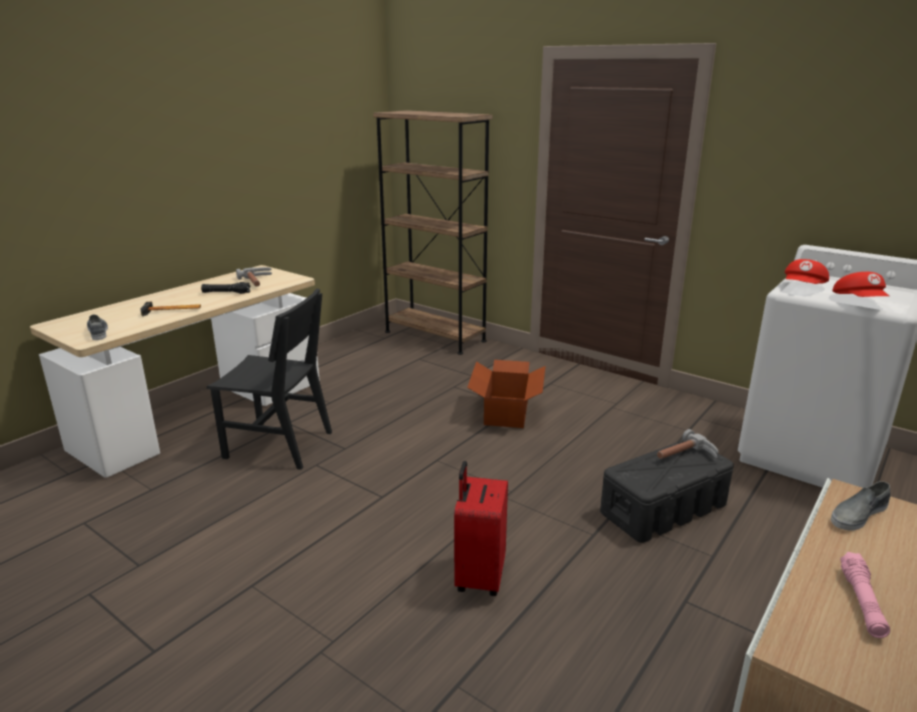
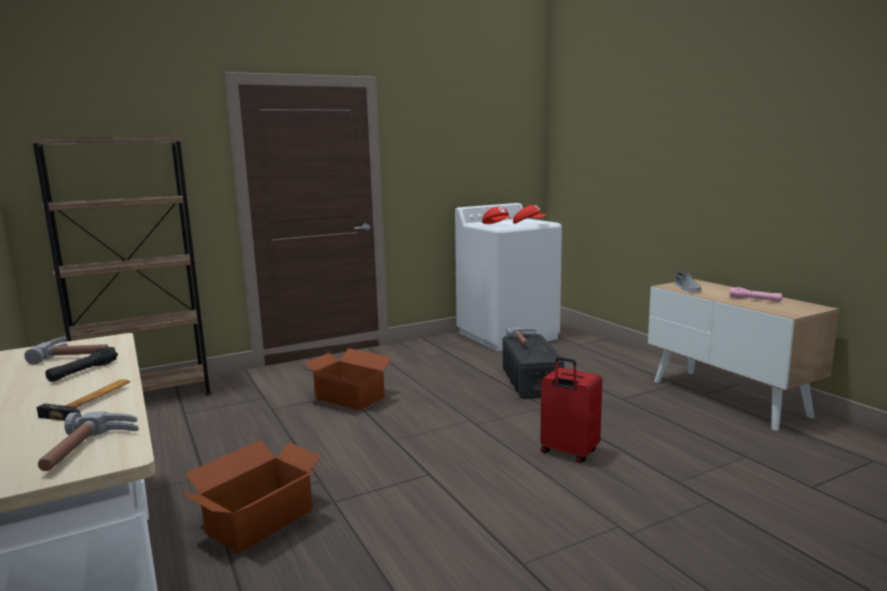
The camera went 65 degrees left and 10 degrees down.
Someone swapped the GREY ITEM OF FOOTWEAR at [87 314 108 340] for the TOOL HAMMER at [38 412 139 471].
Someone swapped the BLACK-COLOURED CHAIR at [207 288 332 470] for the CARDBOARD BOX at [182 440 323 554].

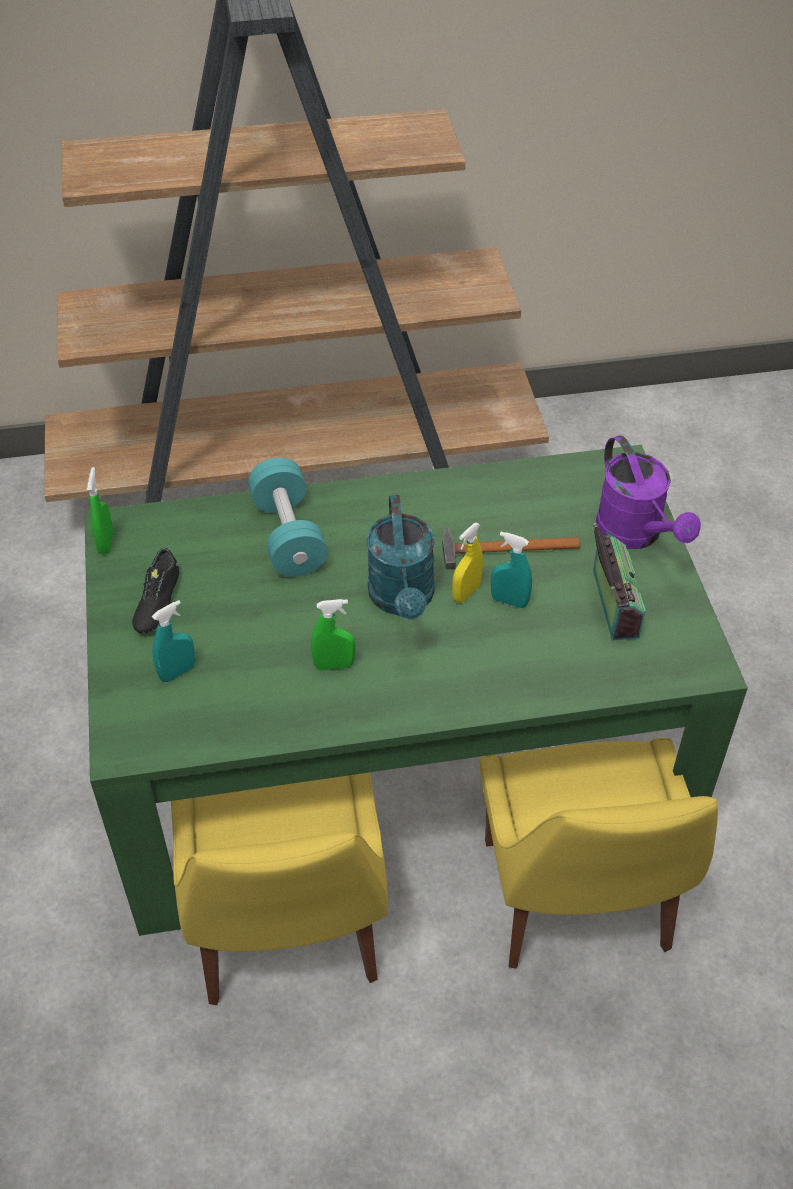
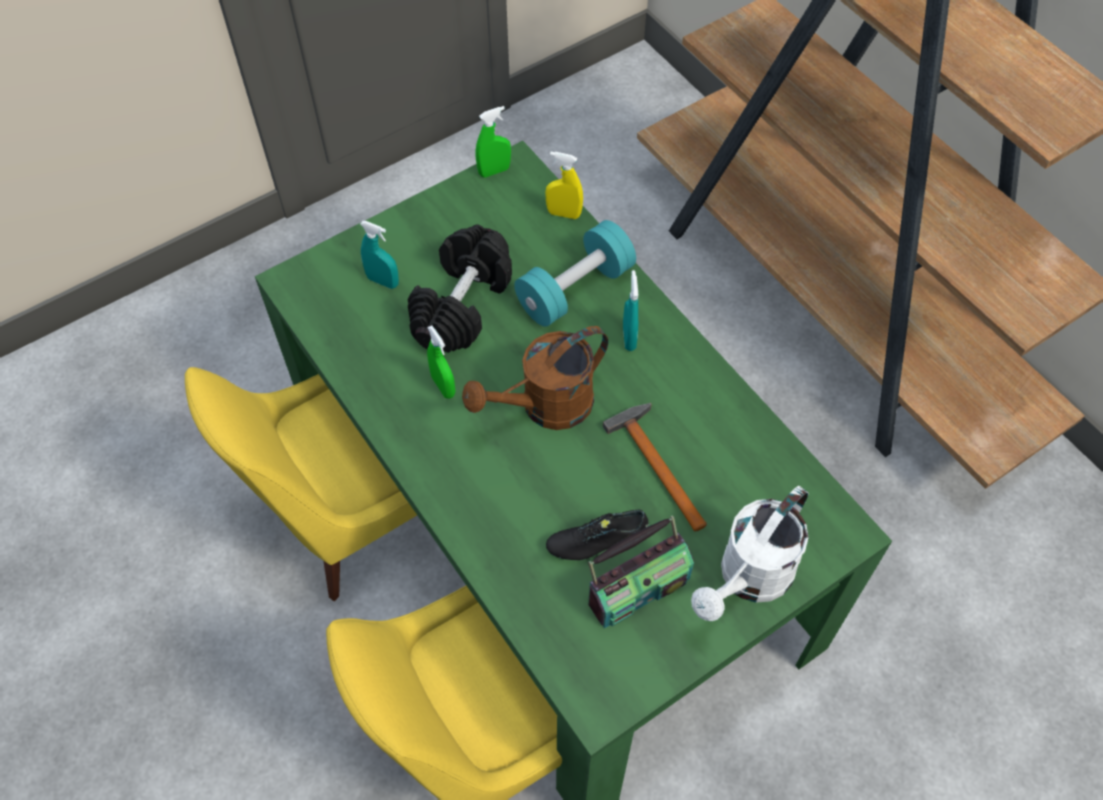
The camera went 65 degrees right and 10 degrees up.
Someone carried the BLACK-COLOURED ITEM OF FOOTWEAR from [132 548 179 633] to [546 510 648 560].
Someone repainted the BLUE-GREEN SPRINKLING CAN at [367 495 435 620], which became the BROWN SPRINKLING CAN at [462 326 608 430].
Someone carried the YELLOWISH SPRAYER from [452 523 483 603] to [545 152 583 219].
Someone carried the BLUE-GREEN SPRAYER from [491 532 532 608] to [623 270 638 351].
Someone repainted the PURPLISH SPRINKLING CAN at [596 435 701 549], which became the WHITISH SPRINKLING CAN at [691 486 809 621].
Someone put down the BLACK-COLOURED FREE WEIGHT at [407 224 512 353].

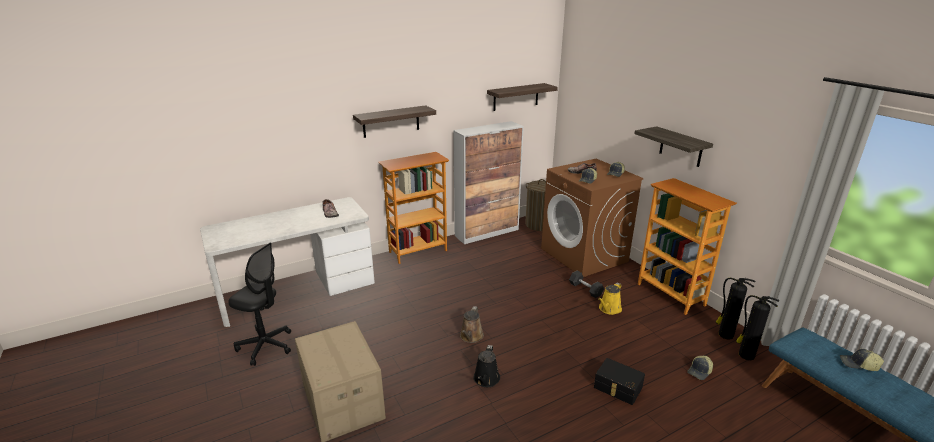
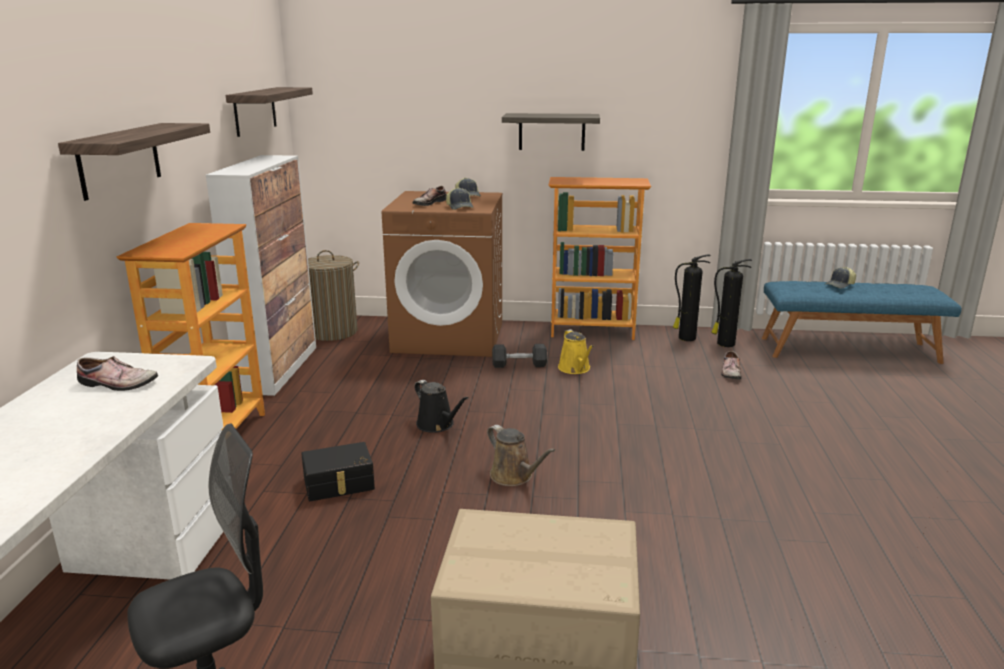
The camera went 55 degrees left and 5 degrees down.
Someone carried the BLACK-COLOURED SPRINKLING CAN from [473 345 500 387] to [414 380 469 433].
Someone carried the BLACK-COLOURED STORAGE BOX from [594 358 645 405] to [301 442 375 501].
Someone swapped the BASEBALL CAP at [687 356 713 380] for the ITEM OF FOOTWEAR at [721 351 741 379].

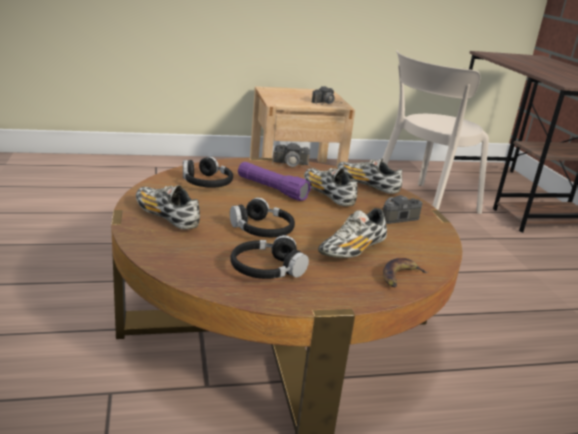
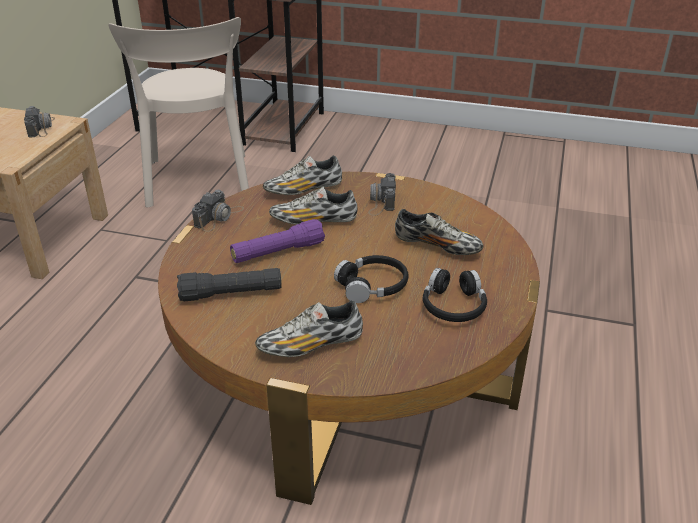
The camera went 60 degrees left and 10 degrees up.
Someone swapped the BLACK-COLOURED HEADSET at [183 157 233 188] for the BLACK-COLOURED FLASHLIGHT at [177 268 282 301].
Someone rotated the ITEM OF FOOTWEAR at [318 208 387 258] by 45 degrees counterclockwise.
Someone took away the BANANA at [383 258 429 287].

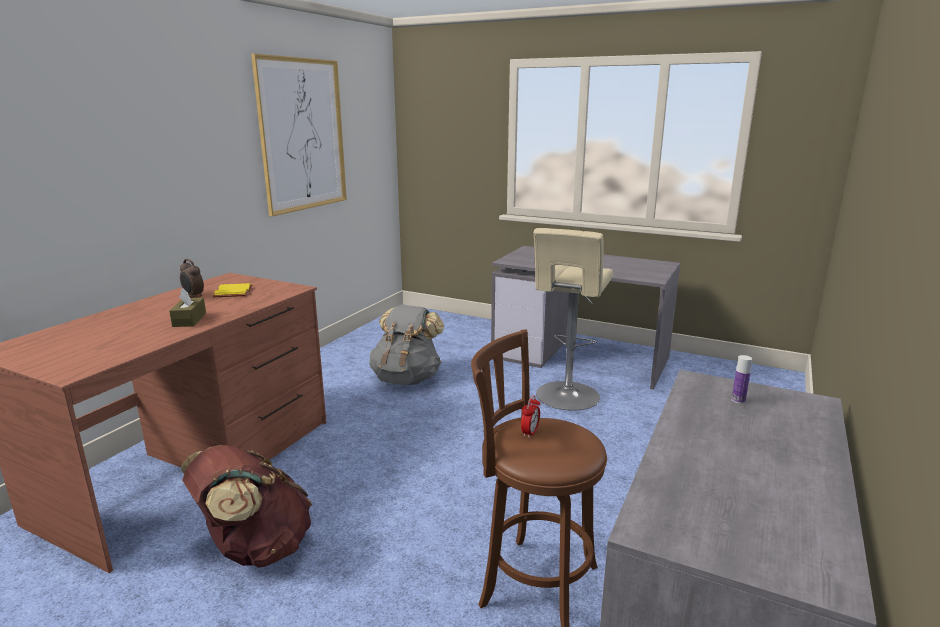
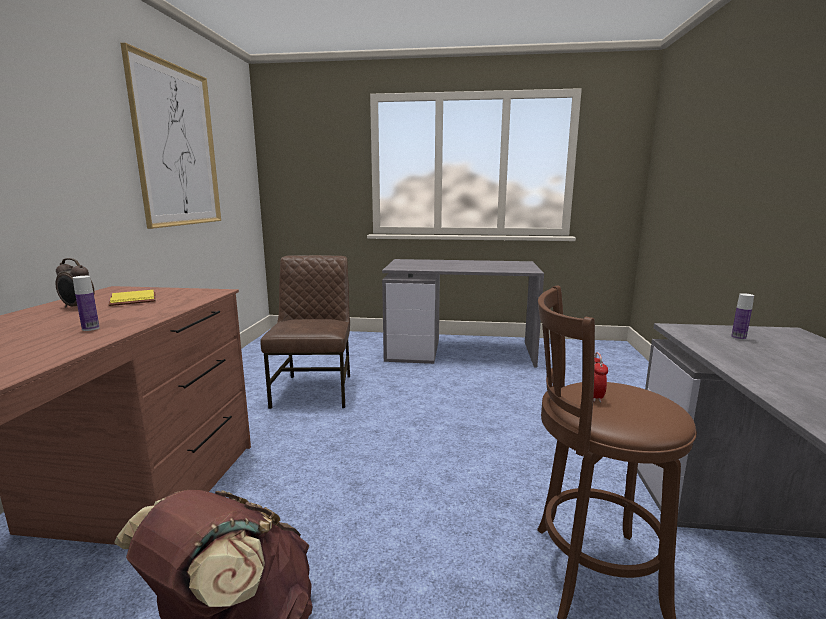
The camera went 20 degrees left and 5 degrees down.
Someone swapped the BROWN TISSUE BOX at [169 288 206 327] for the BOTTLE at [73 276 100 331].
Someone swapped the GREY KNAPSACK at [369 305 444 385] for the BROWN CHAIR at [260 255 350 409].
Someone took away the SAND-COLOURED SITTING STOOL at [533 228 613 411].

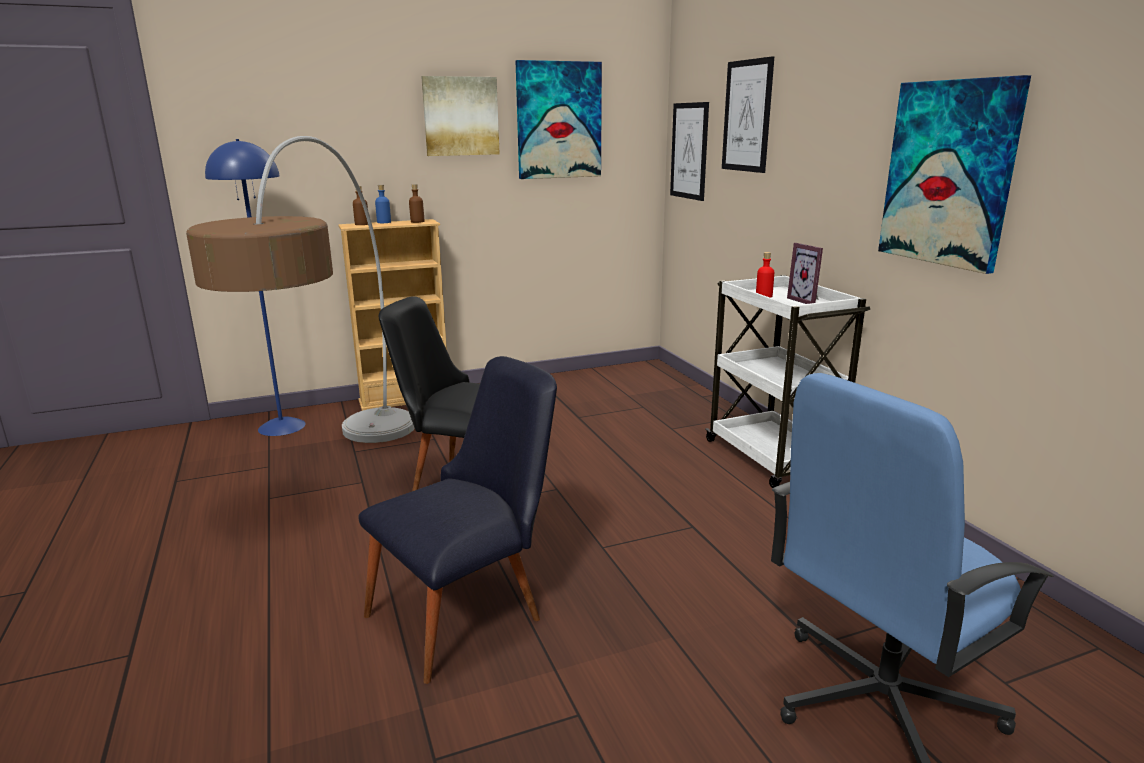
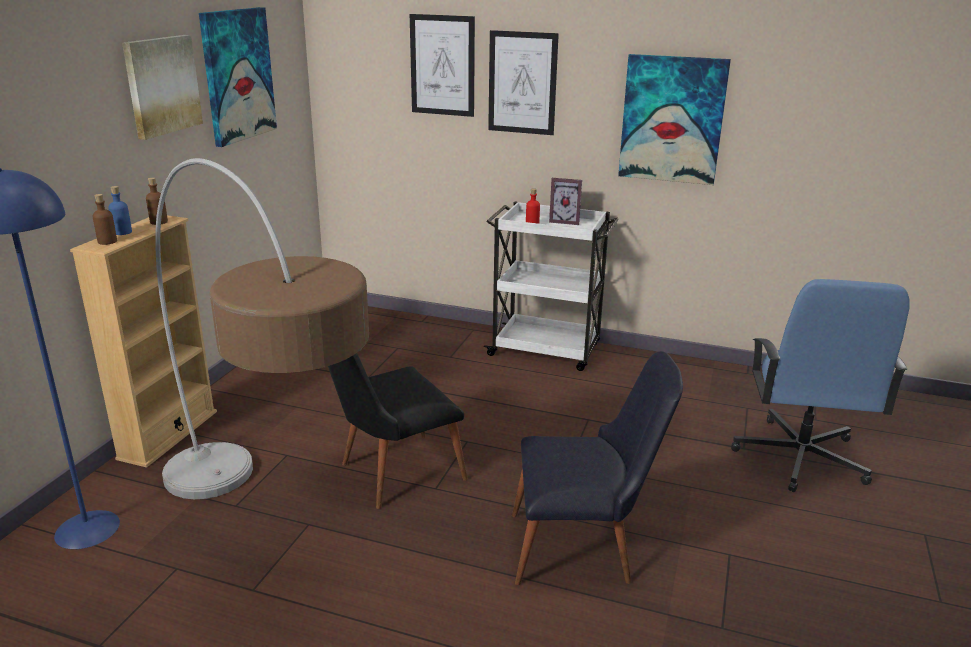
The camera went 50 degrees left and 5 degrees up.
Someone rotated the BLACK-COLOURED CHAIR at [358 356 557 684] by 90 degrees clockwise.
Someone carried the PICTURE from [670 102 709 201] to [488 30 559 135].

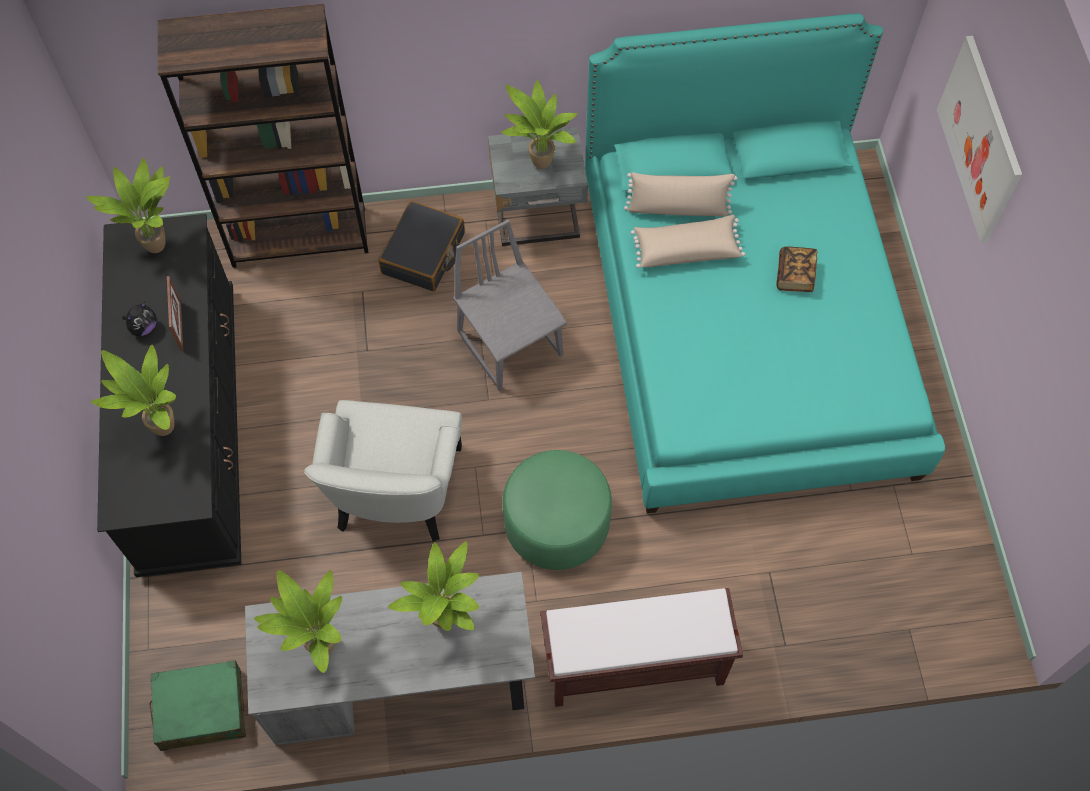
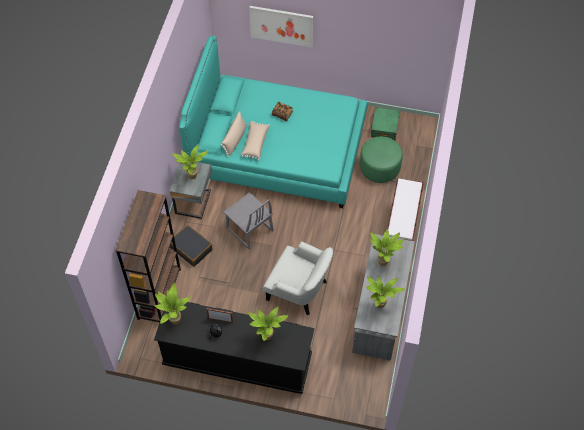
The camera went 70 degrees left and 5 degrees down.
Someone carried the GREEN-COLOURED PIECE OF LUGGAGE from [150 660 246 751] to [371 107 400 140].
Someone rotated the GREY CHAIR at [453 219 567 391] by 120 degrees counterclockwise.
Someone carried the GREEN-COLOURED OTTOMAN from [503 450 612 570] to [360 136 403 183].

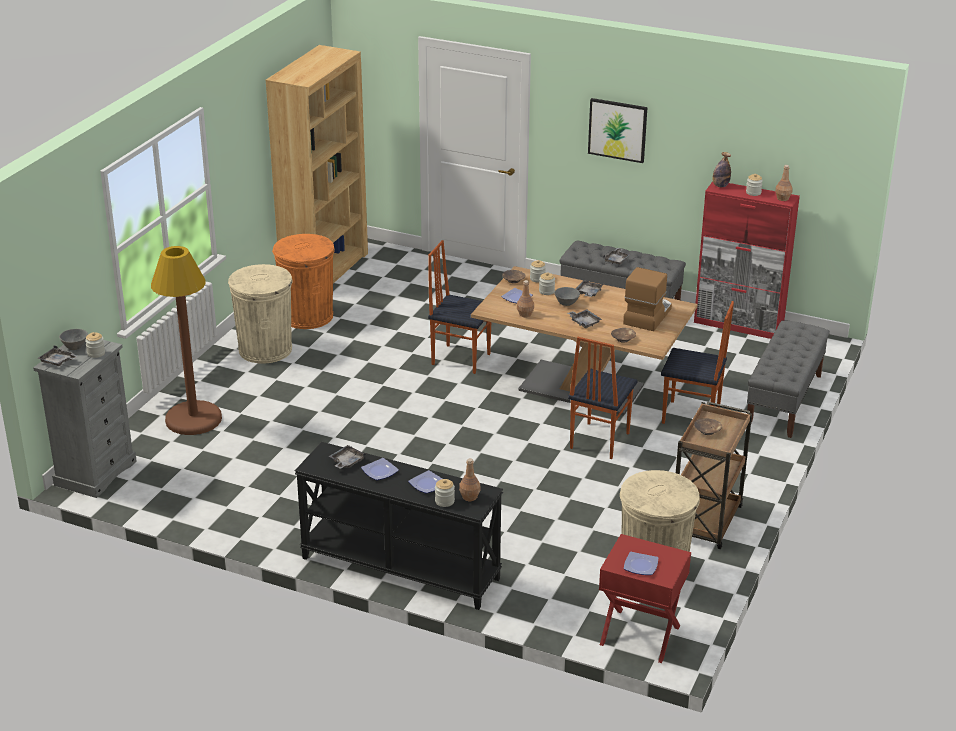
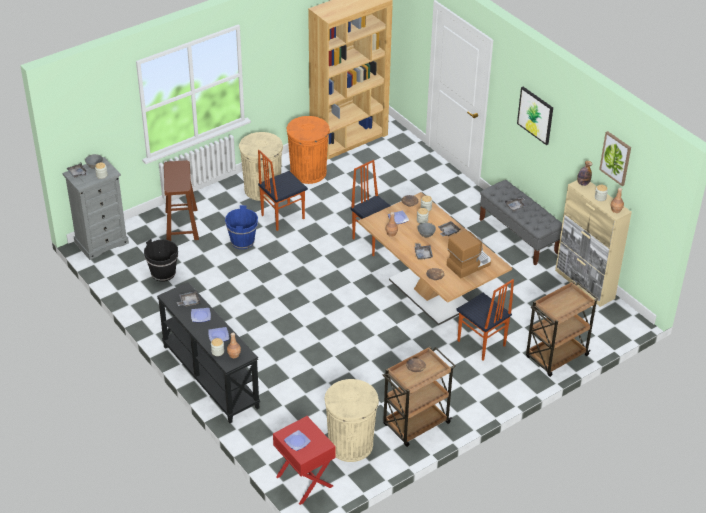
The camera went 30 degrees right and 10 degrees up.
Someone swapped the BROWN STANDING LAMP at [151 246 222 435] for the BROWN SITTING STOOL at [164 160 199 241].
Someone carried the CHAIR from [568 337 637 459] to [258 150 308 231].
Someone repainted the RED CABINET at [694 181 800 339], which became the SAND-COLOURED CABINET at [555 180 632 307].
Someone swapped the GREY INDOOR BENCH at [747 321 830 438] for the BROWN WHEELED CART at [526 281 599 377].
Someone put down the BLACK-COLOURED WATER BUCKET at [144 239 178 282].
Someone put down the BLUE WATER BUCKET at [225 205 258 249].
Someone put up the PICTURE at [599 131 631 186].

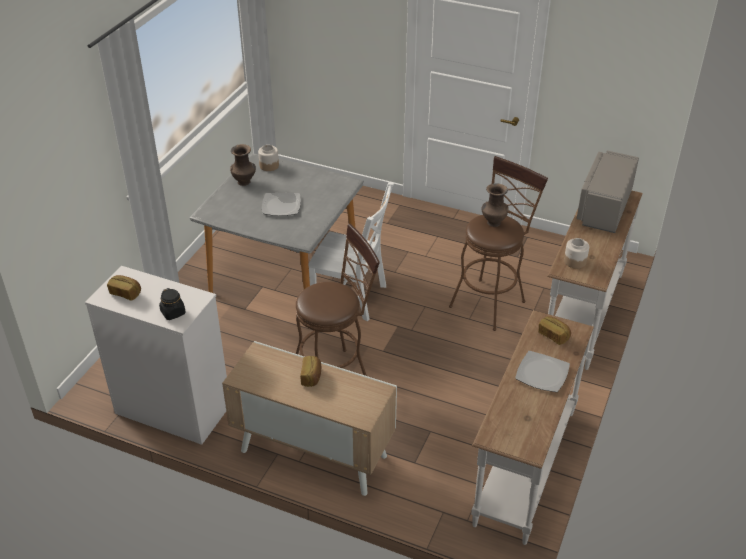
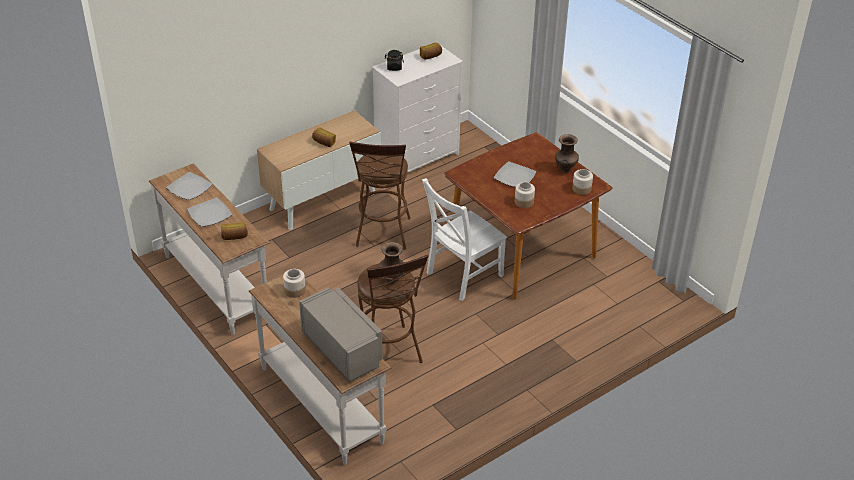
The camera went 120 degrees right and 0 degrees up.
Someone repainted the GREY DINING TABLE at [189 153 364 293], which became the BROWN DINING TABLE at [444 132 612 300].
Someone put down the FLAT DISH at [166 172 213 200].
Someone put down the STORAGE JAR at [515 182 535 208].

